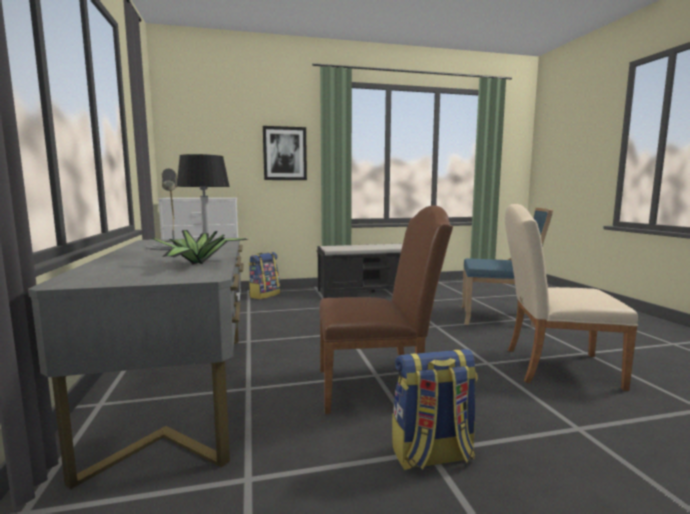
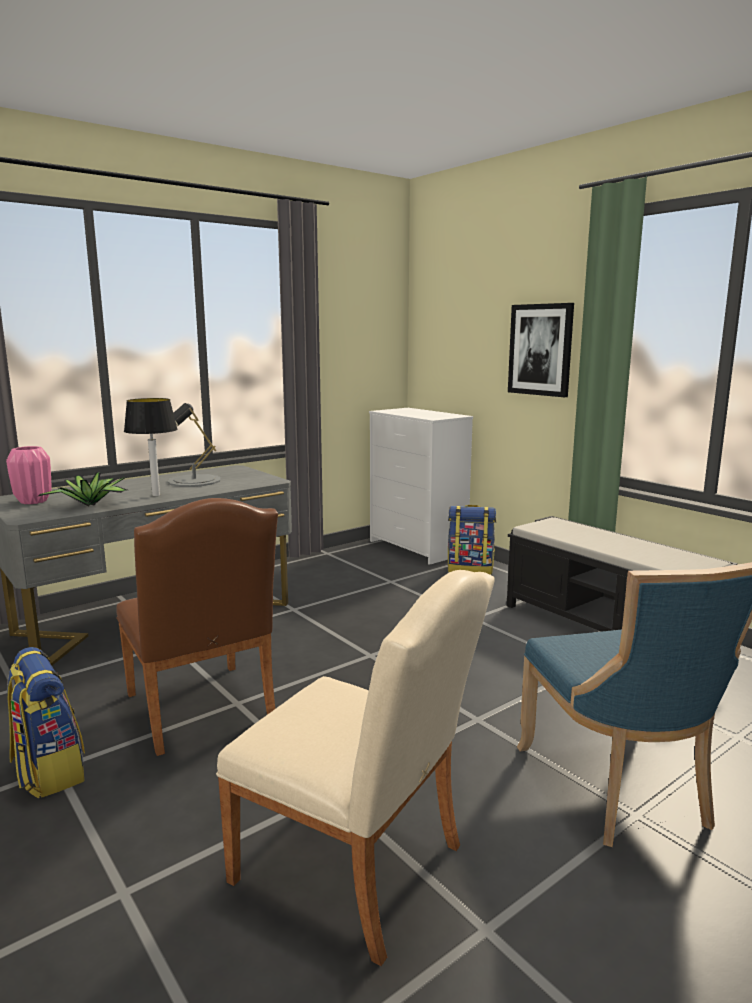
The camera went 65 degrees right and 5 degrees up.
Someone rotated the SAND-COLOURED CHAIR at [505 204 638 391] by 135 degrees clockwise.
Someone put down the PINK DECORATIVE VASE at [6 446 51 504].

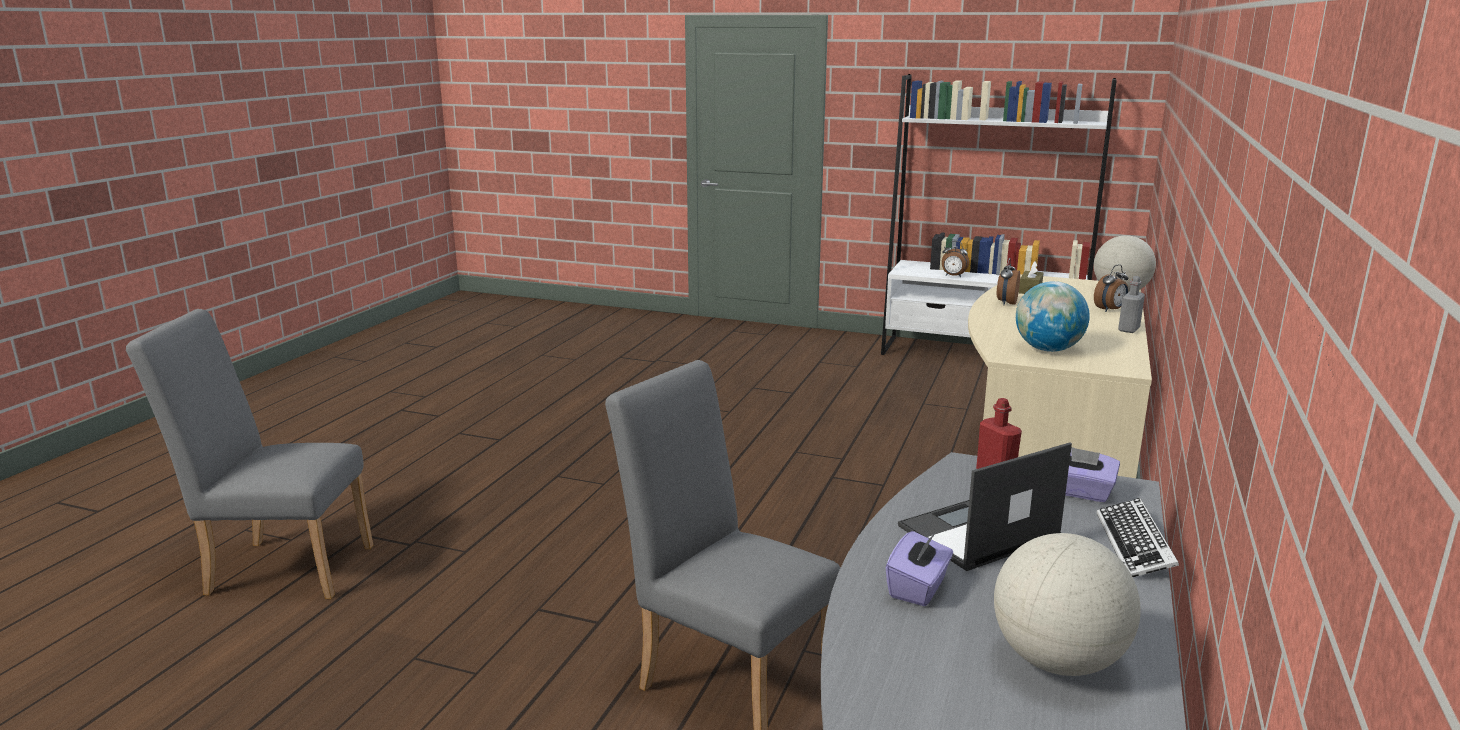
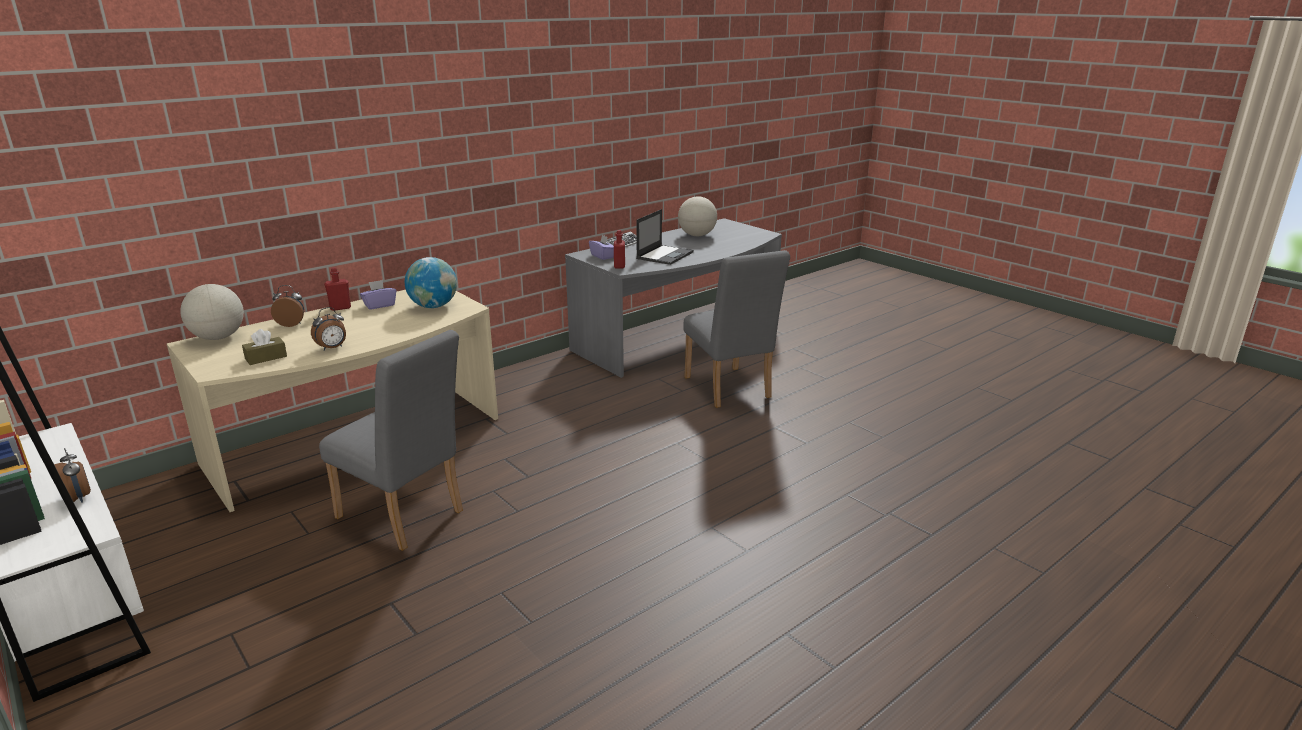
The camera went 150 degrees left and 5 degrees up.
Someone carried the GREY CHAIR from [126 309 373 599] to [319 330 463 551].
Someone carried the PURPLISH TISSUE BOX from [886 531 953 606] to [360 280 396 310].
Someone rotated the PORTABLE COMPUTER at [898 442 1072 571] by 60 degrees counterclockwise.
Someone repainted the GREY BOTTLE at [1118 276 1145 333], which became the RED BOTTLE at [324 267 351 311].

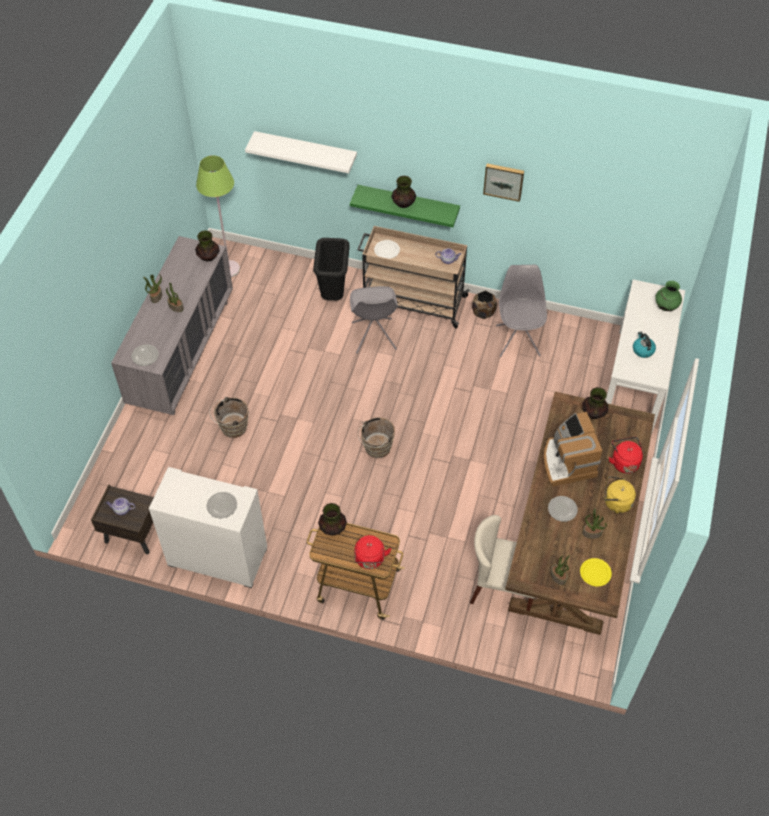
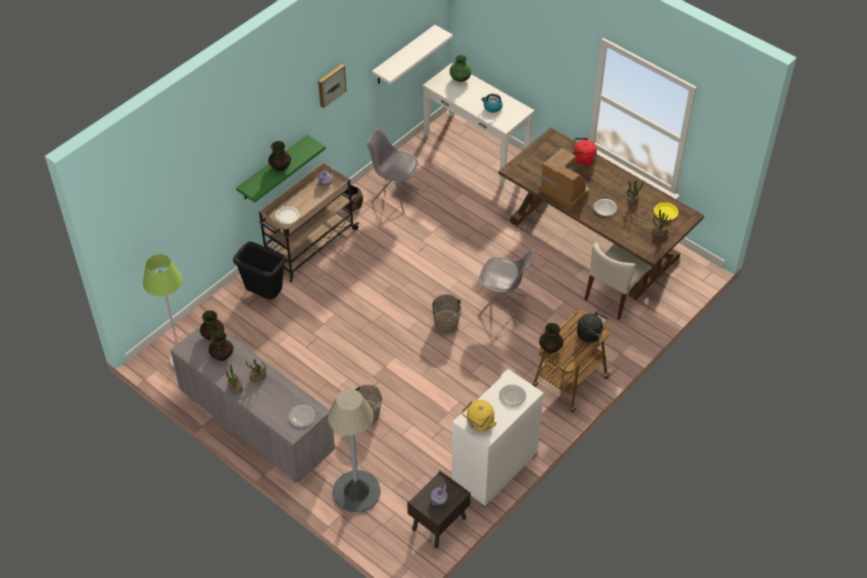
The camera went 65 degrees left and 5 degrees down.
Someone carried the WHITISH SHELF from [245 131 357 173] to [372 25 453 84].
Someone carried the GREY CHAIR from [350 286 398 354] to [478 250 534 325].
Someone repainted the RED WATER KETTLE at [354 535 391 569], which became the BLACK-COLOURED WATER KETTLE at [577 312 608 343].
Someone rotated the COFFEE MACHINE at [544 412 603 487] by 150 degrees counterclockwise.
Someone carried the DECORATIVE VASE from [582 387 608 419] to [209 330 233 361].
Someone carried the YELLOWISH WATER KETTLE from [604 476 636 513] to [462 400 497 431].
Someone put down the GREY STANDING LAMP at [328 389 381 512].

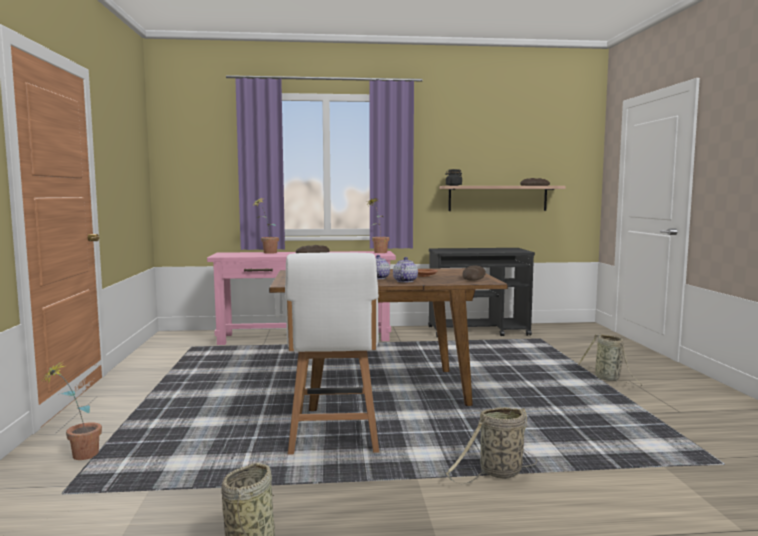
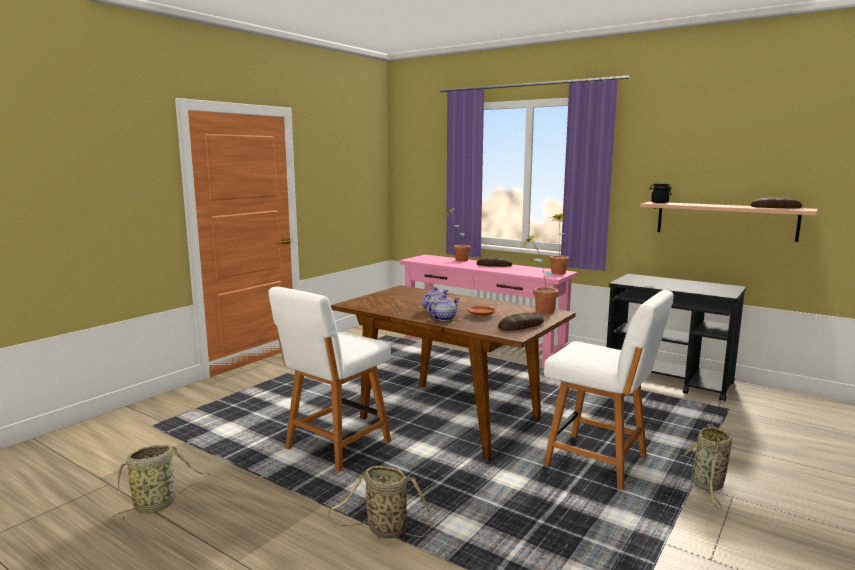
The camera went 40 degrees right and 5 degrees up.
Someone carried the PLANT IN A POT from [42 362 102 460] to [523 235 559 313].
Someone put down the WHITISH CHAIR at [543 290 674 490].

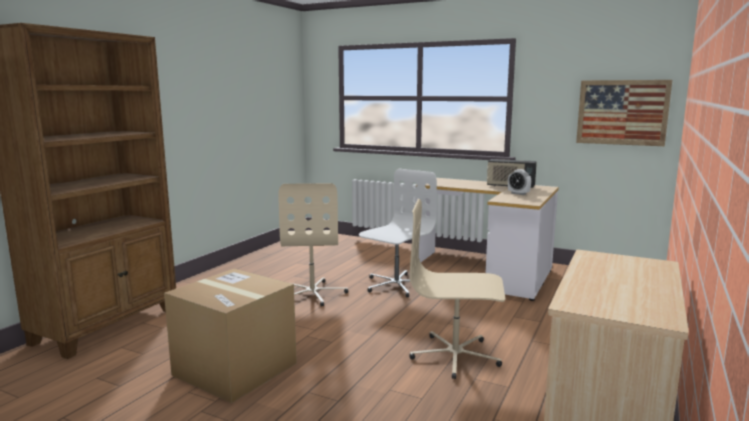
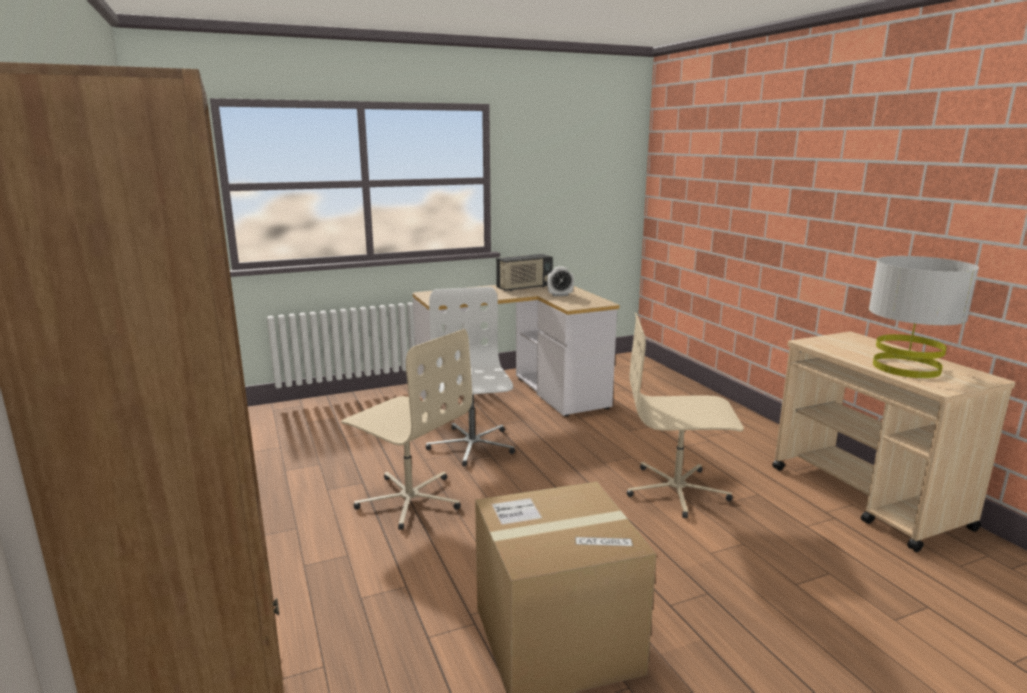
The camera went 50 degrees left and 5 degrees up.
Someone rotated the SAND-COLOURED COMPUTER CHAIR at [409 199 505 379] by 45 degrees clockwise.
Someone took away the PICTURE at [576 80 672 146].
Someone put down the GREY LAMP FOR A TABLE at [869 256 979 378].

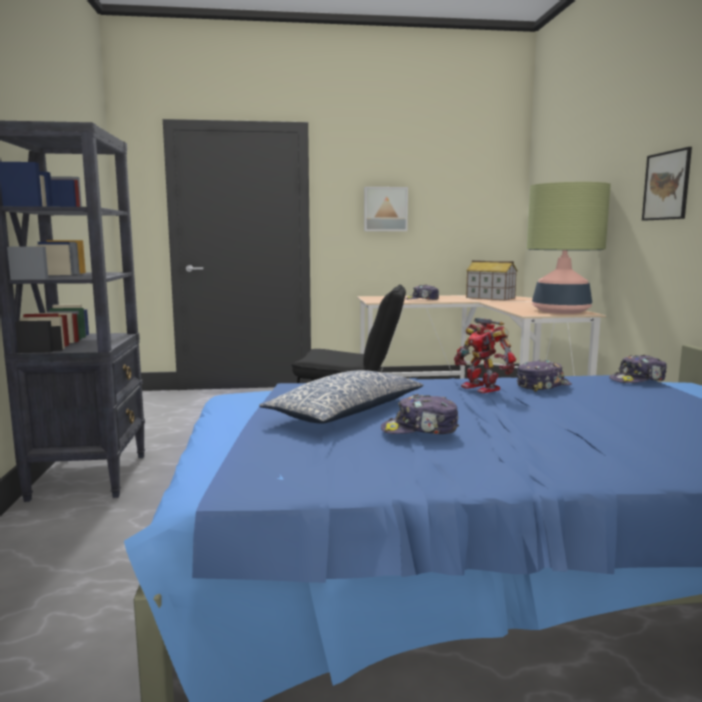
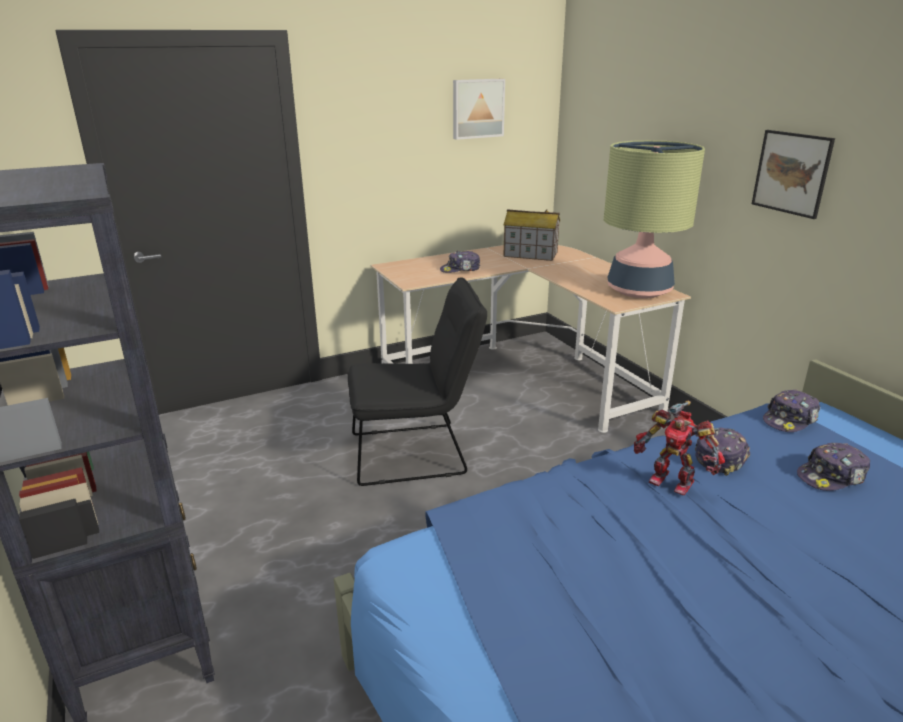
The camera went 20 degrees left and 15 degrees up.
Someone took away the PILLOW at [259 370 424 424].
Someone carried the PICTURE from [364 187 408 231] to [453 79 505 140].
Someone carried the BASEBALL CAP from [381 394 459 434] to [797 443 870 491].

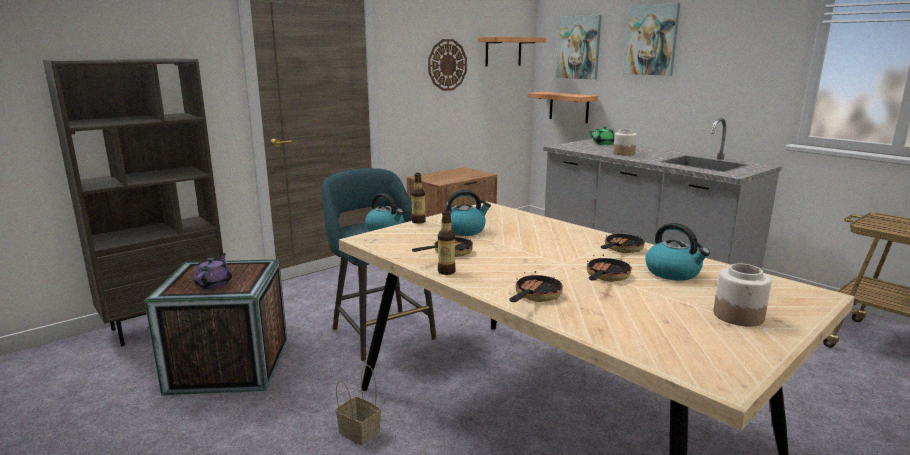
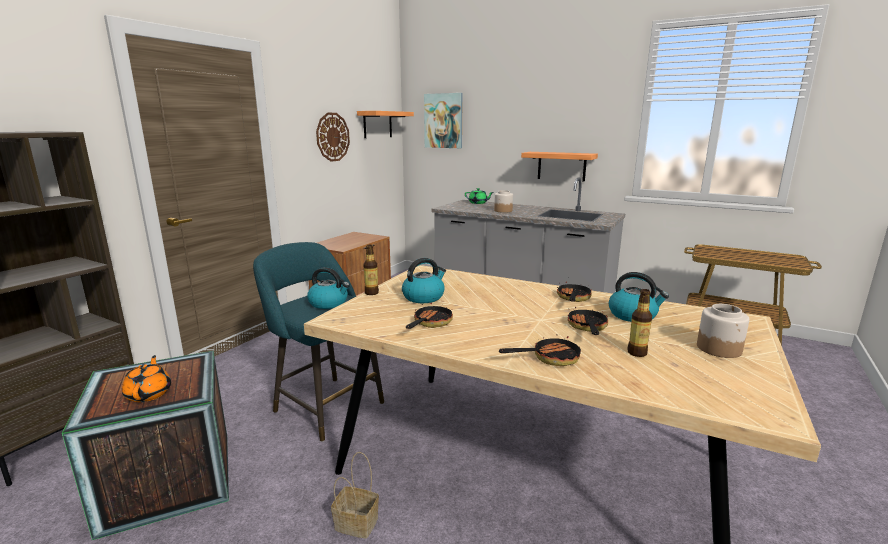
The camera went 20 degrees left and 0 degrees up.
Someone repainted the PURPLISH TEA POT at [193 253 232 289], which became the ORANGEY TEA POT at [122 355 171 402].
Someone carried the BOTTLE from [438 210 456 275] to [627 289 652 357].
Someone rotated the PAN at [510 271 563 302] by 60 degrees clockwise.
Someone carried the SHELF from [528 92 598 123] to [521 152 598 182].
Someone took away the PICTURE at [623 3 680 76].

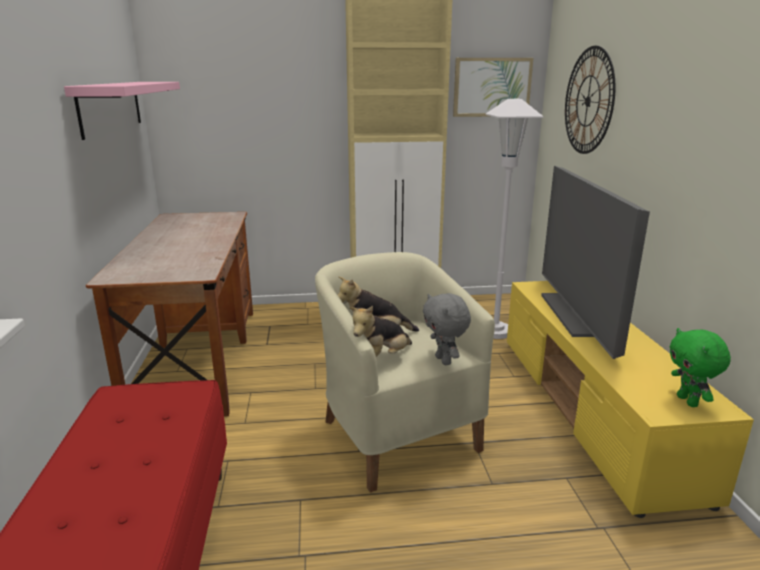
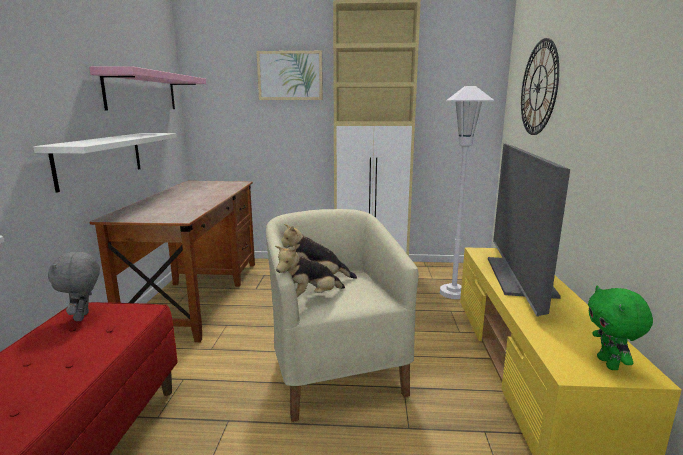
The camera went 10 degrees right and 5 degrees down.
Someone carried the GREY SOFT TOY from [423 293 471 365] to [48 252 100 321].
Someone carried the PICTURE from [453 58 533 117] to [256 51 323 100].
Someone put up the WHITISH SHELF at [33 133 177 193].

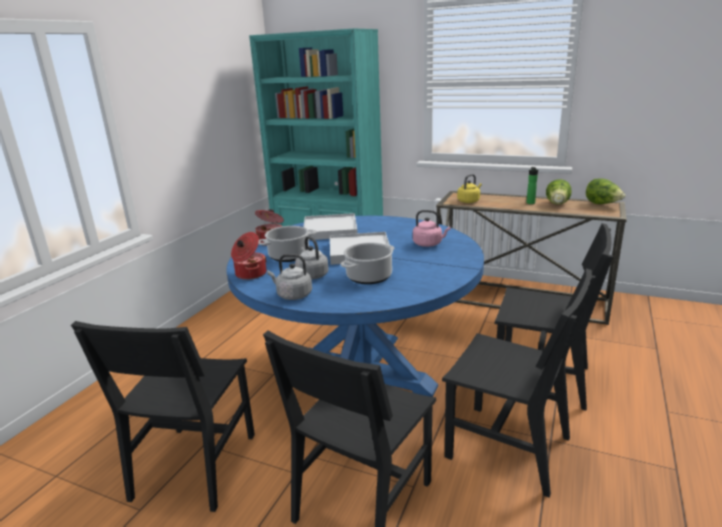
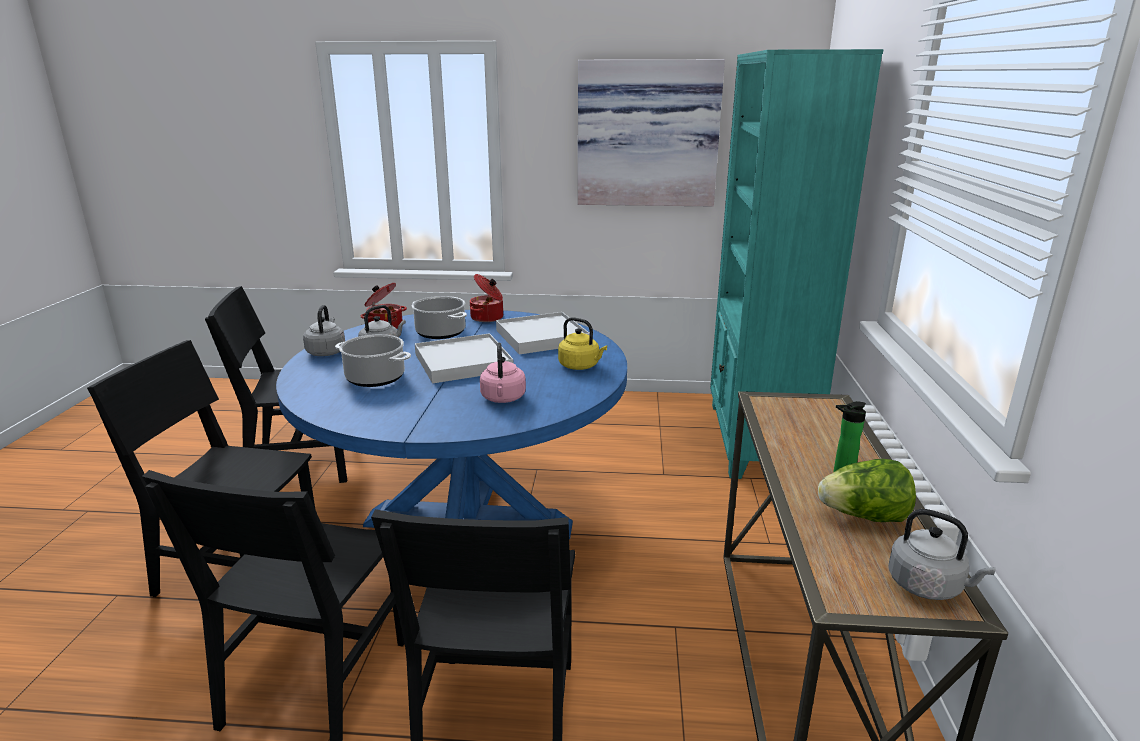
The camera went 70 degrees right and 0 degrees up.
Someone carried the YELLOWISH WATER KETTLE from [457 174 482 203] to [558 317 607 370].
Someone swapped the LETTUCE at [586 179 625 204] for the GREY WATER KETTLE at [888 509 995 600].
Someone put up the PICTURE at [578 59 725 206].

